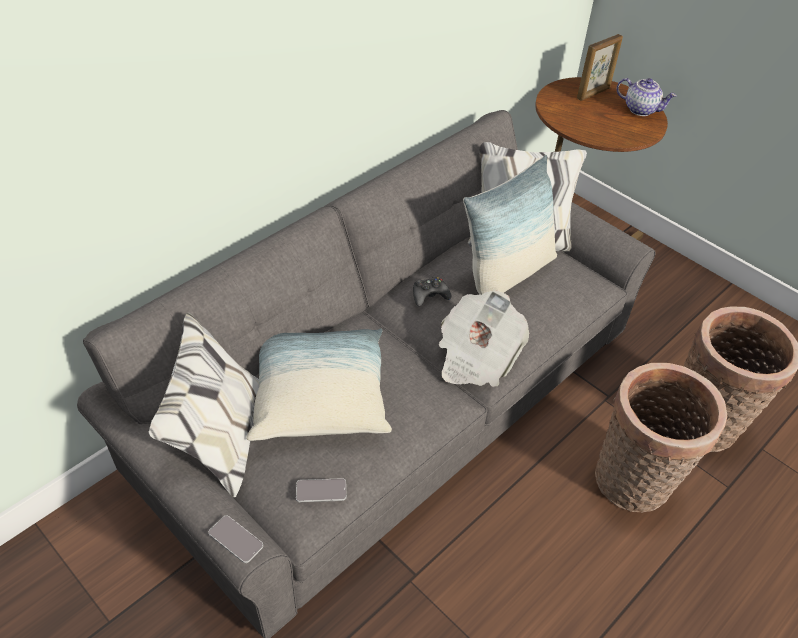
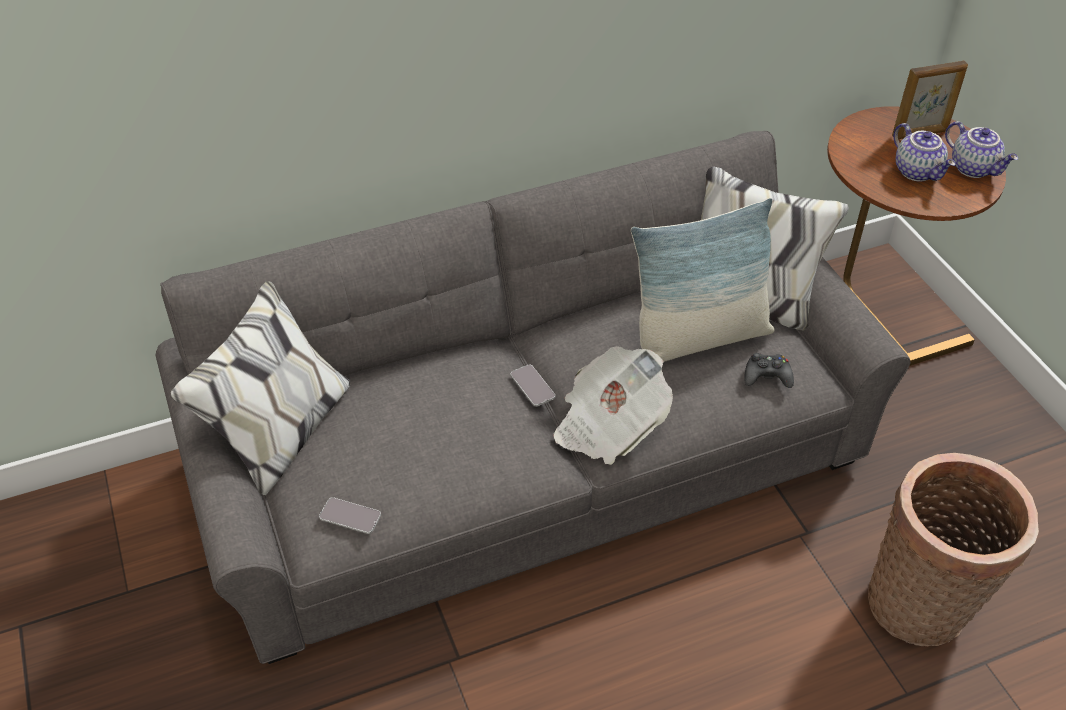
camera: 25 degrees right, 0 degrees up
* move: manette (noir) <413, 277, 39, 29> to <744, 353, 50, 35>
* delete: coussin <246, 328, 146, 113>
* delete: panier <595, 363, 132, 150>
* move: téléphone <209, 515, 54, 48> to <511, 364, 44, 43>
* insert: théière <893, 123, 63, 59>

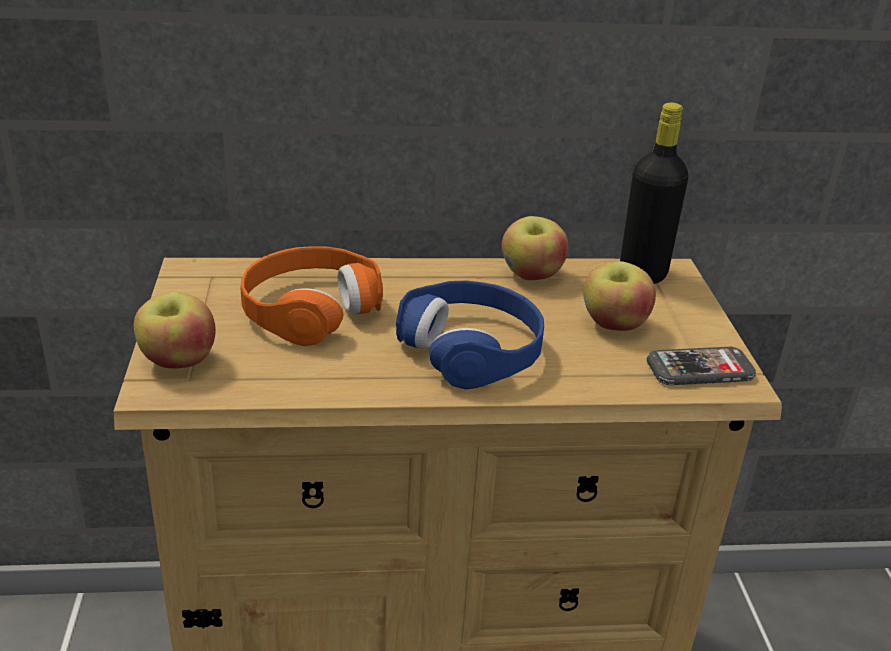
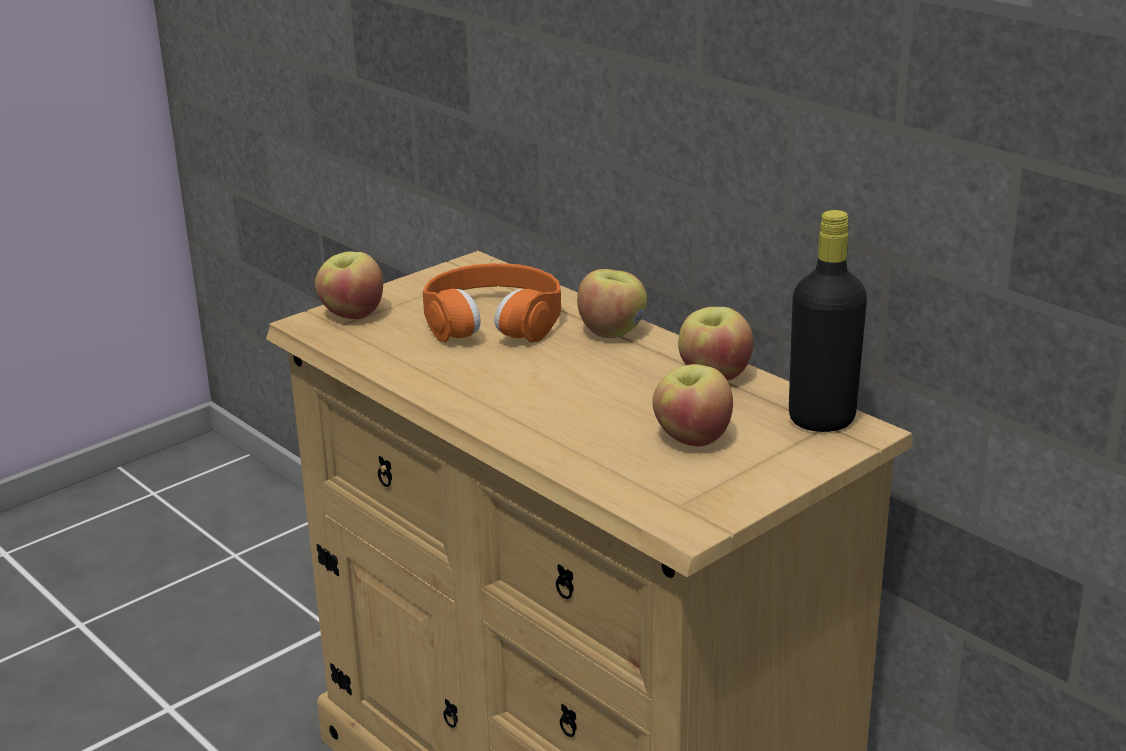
camera: 55 degrees right, 5 degrees down
* delete: casque audio (bleu) <396, 281, 148, 108>
* delete: téléphone <647, 347, 109, 38>
* insert: pomme <577, 269, 70, 69>

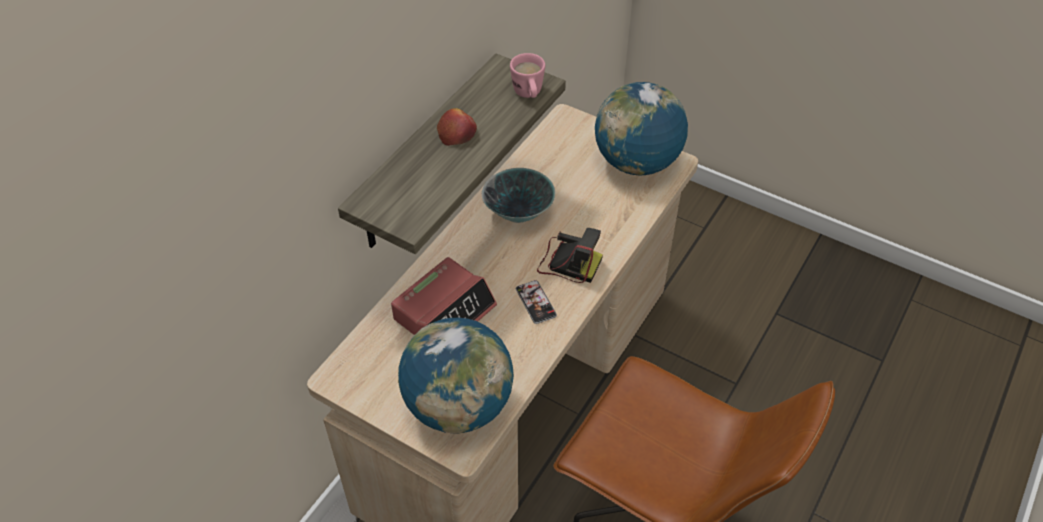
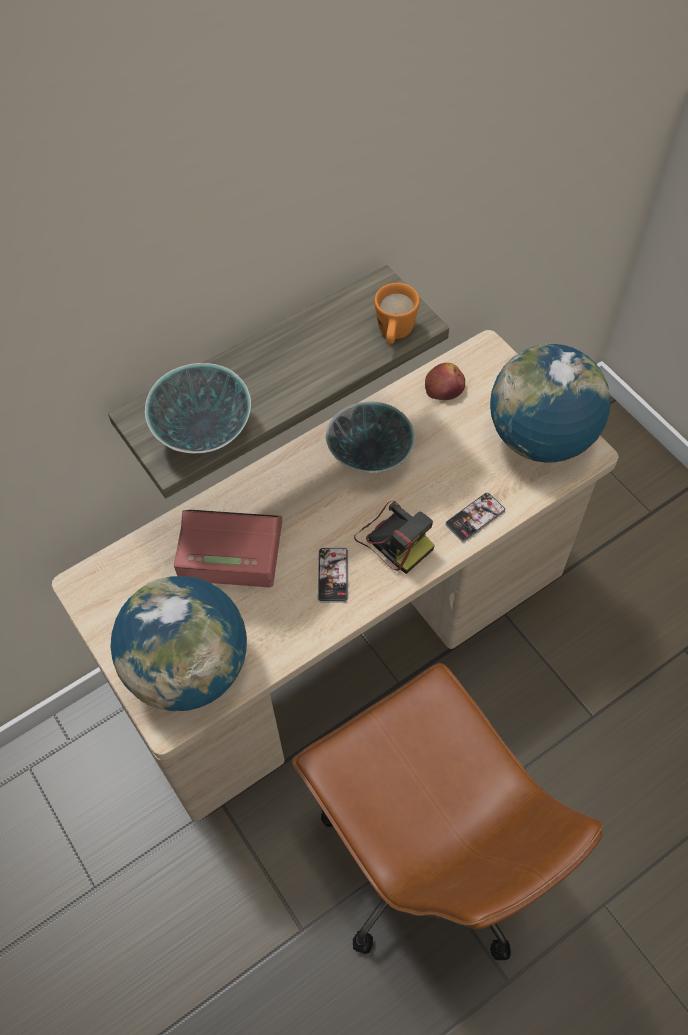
camera: 25 degrees right, 10 degrees up
* recolor: mug (rose) <510, 53, 35, 45> to mug (orange) <374, 283, 46, 61>
* move: pomme <437, 108, 40, 38> to <425, 363, 40, 37>
* rotate: réveil <391, 257, 106, 78> = <174, 510, 108, 77> 150 degrees counterclockwise
* insert: bol <145, 363, 106, 91>
* insert: téléphone <445, 493, 60, 49>

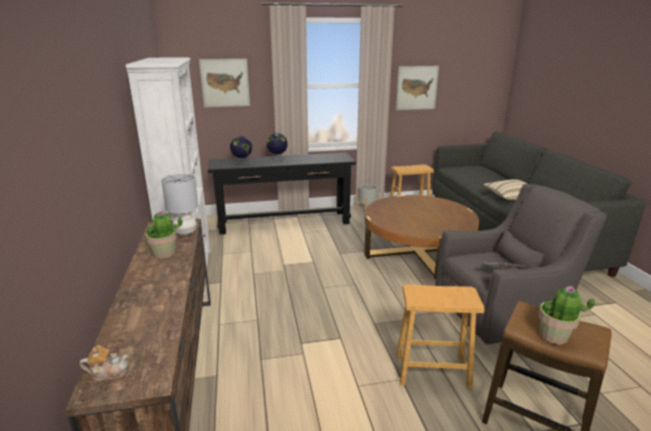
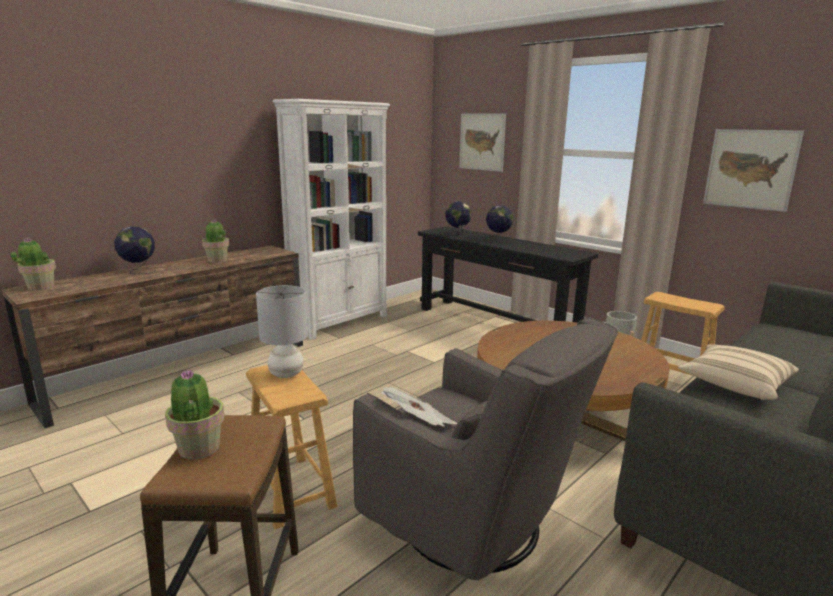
camera: 55 degrees right, 5 degrees down
* move: lampe de table (gris) <161, 174, 37, 61> to <256, 285, 52, 93>
* replace: théière <80, 345, 48, 36> to plante en pot <11, 237, 45, 53>
* insert: globe <114, 227, 42, 47>

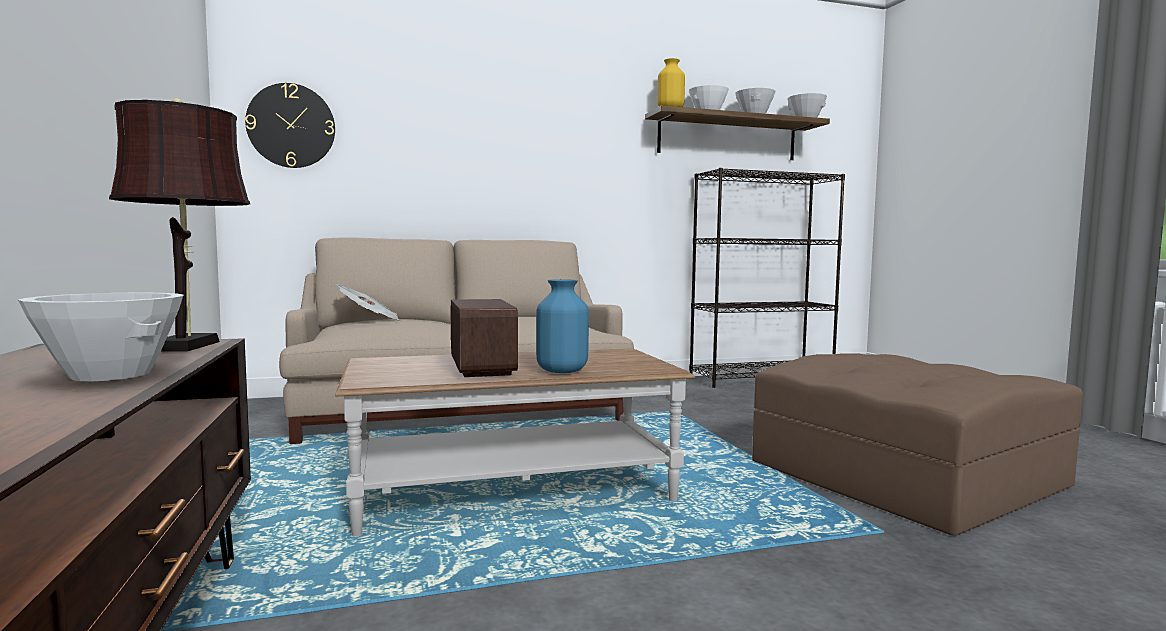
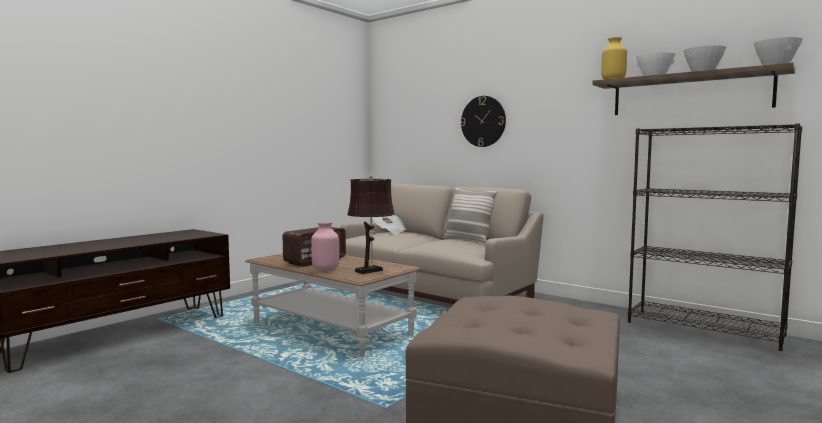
camera: 55 degrees right, 0 degrees up
* move: horloge murale <245, 83, 90, 85> to <460, 96, 46, 51>
* move: lampe de table (marron) <109, 98, 141, 253> to <347, 175, 48, 99>
* recolor: vase (bleu) <536, 279, 53, 94> to vase (rose) <311, 222, 28, 49>
* delete: bol (blanc) <18, 292, 166, 89>
* insert: coussin <444, 188, 53, 55>

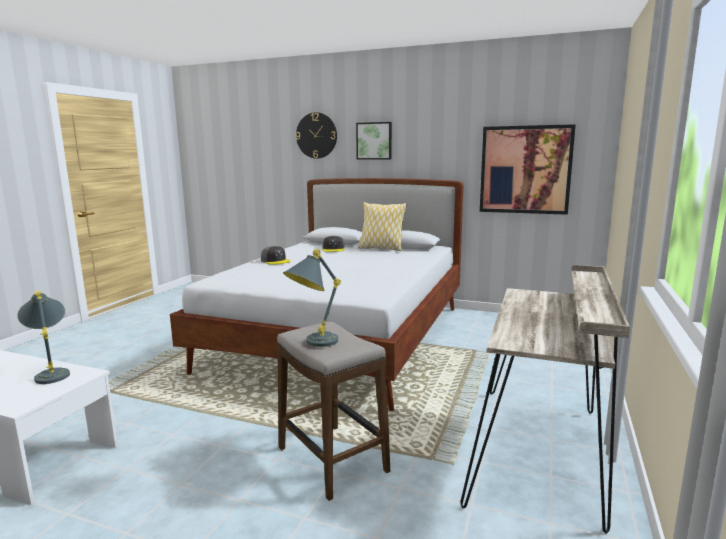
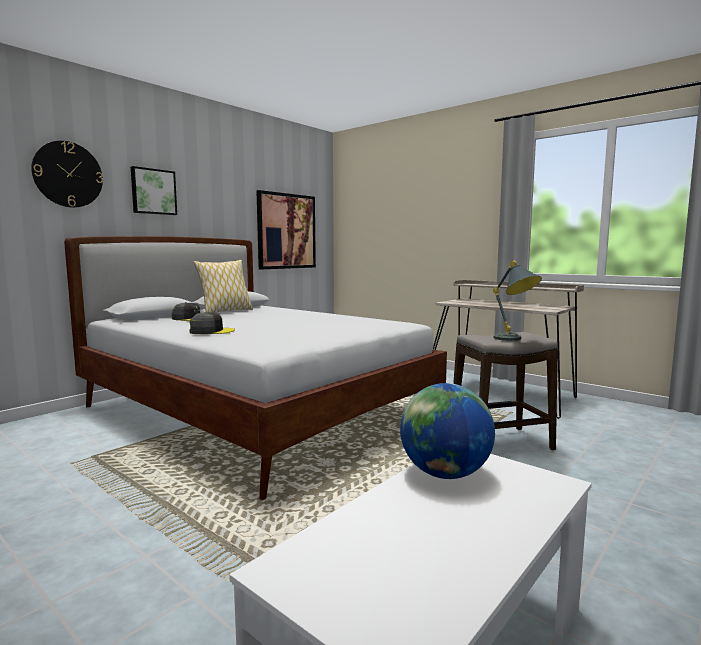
camera: 70 degrees left, 5 degrees down
* replace: lampe de table (gris) <17, 291, 53, 93> to globe <400, 383, 95, 96>

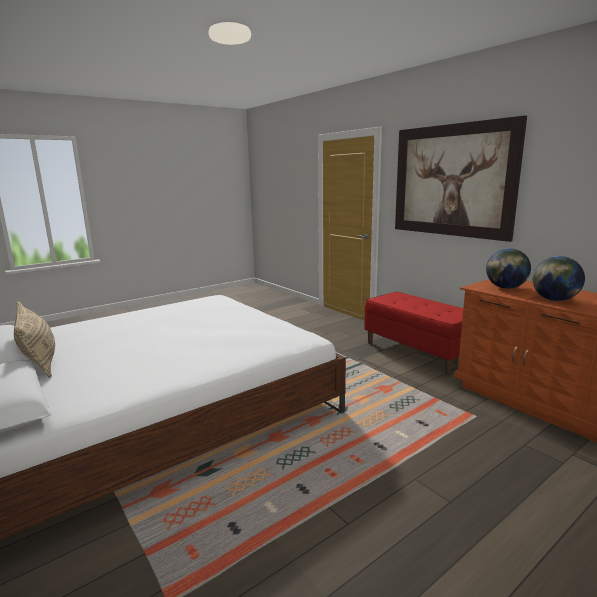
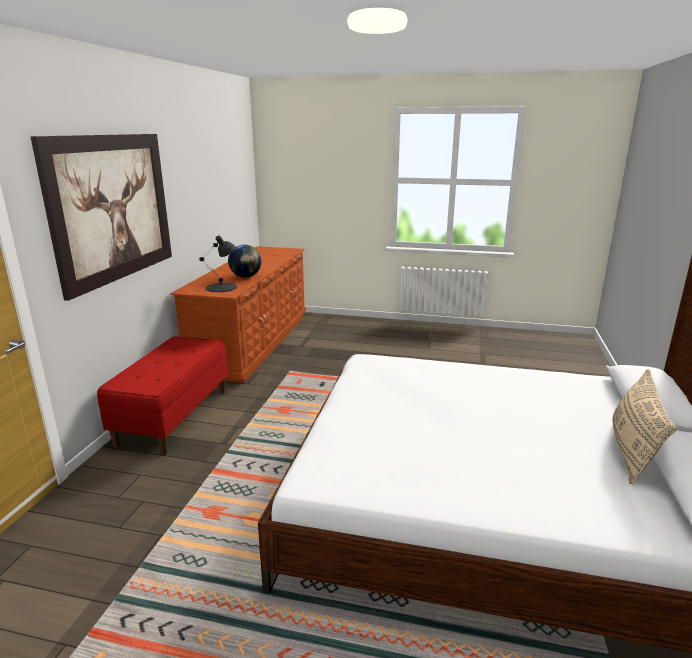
camera: 130 degrees left, 5 degrees up
* replace: globe <486, 248, 45, 41> to lampe de table (noir) <199, 236, 38, 56>

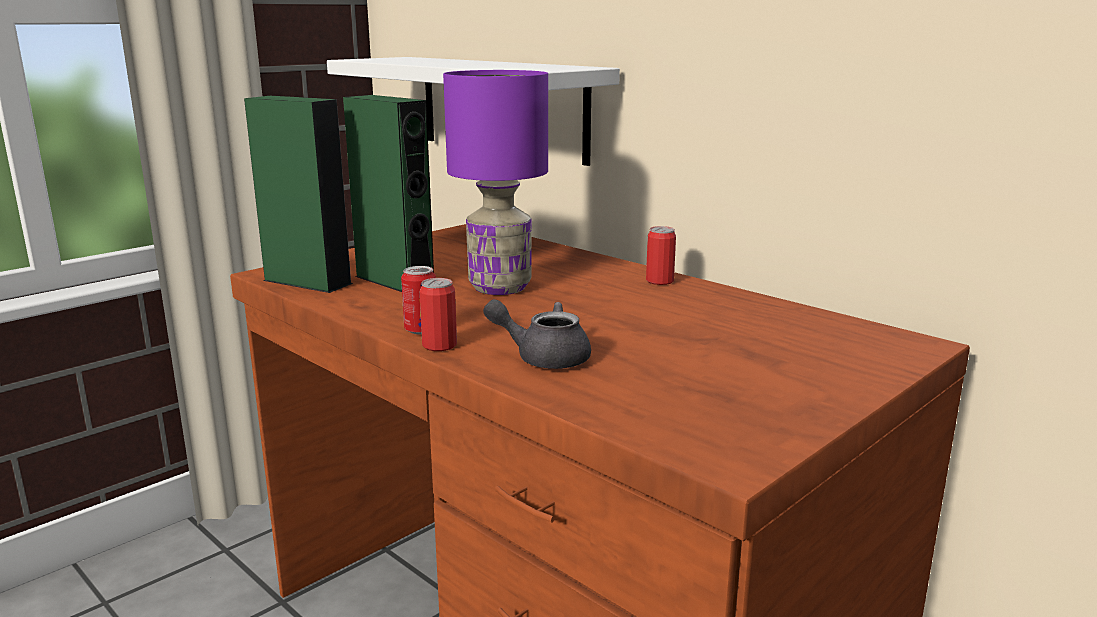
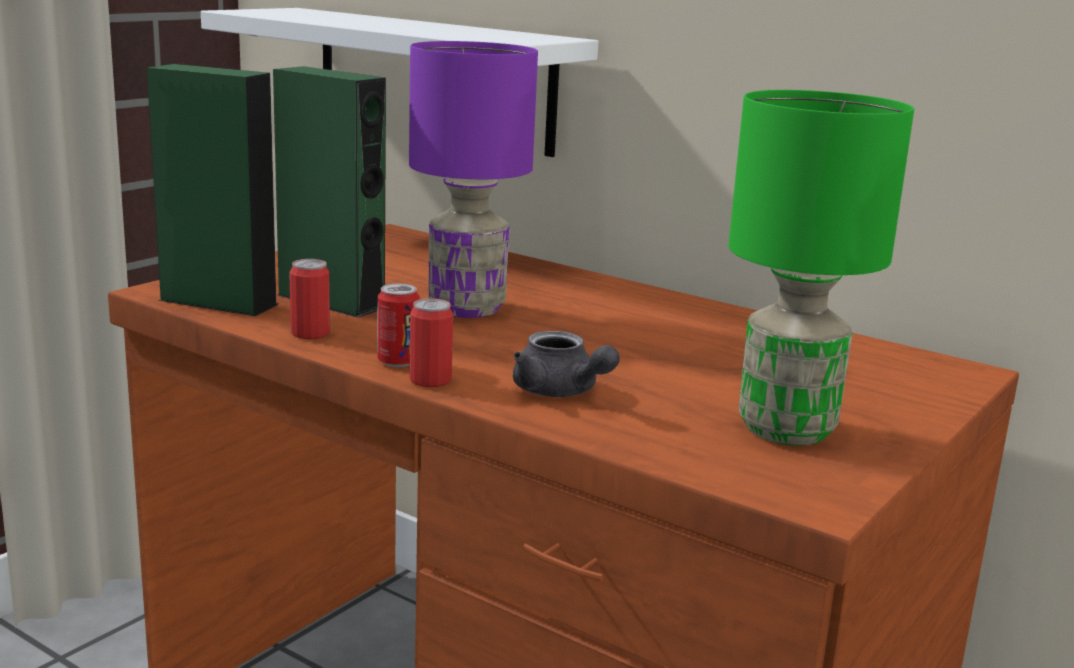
camera: 10 degrees left, 0 degrees up
* move: boîte métallique <646, 226, 30, 59> to <289, 259, 41, 80>
* rotate: théière (gris) <483, 299, 108, 70> = <513, 331, 107, 66> 135 degrees counterclockwise
* insert: lampe de table (vert) <728, 90, 186, 355>

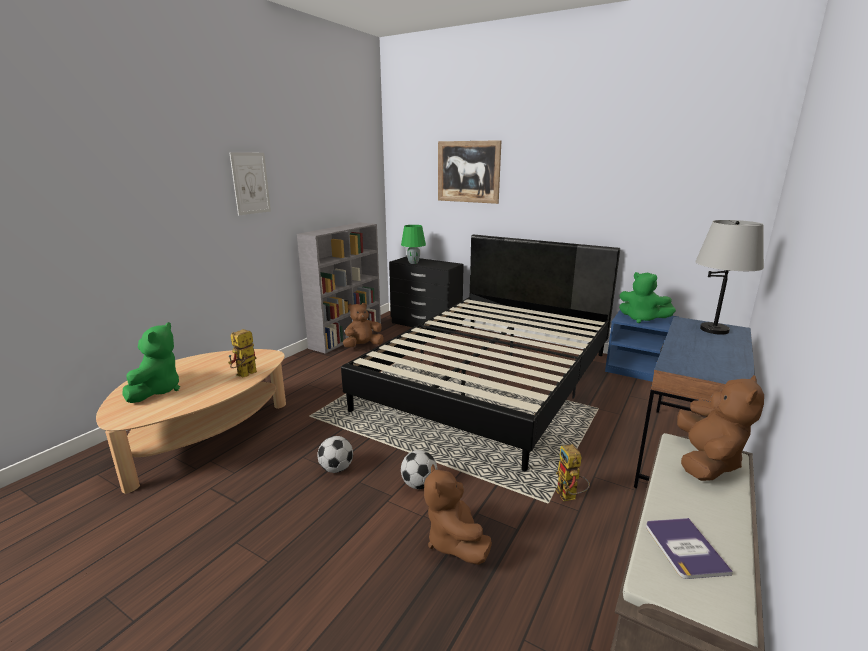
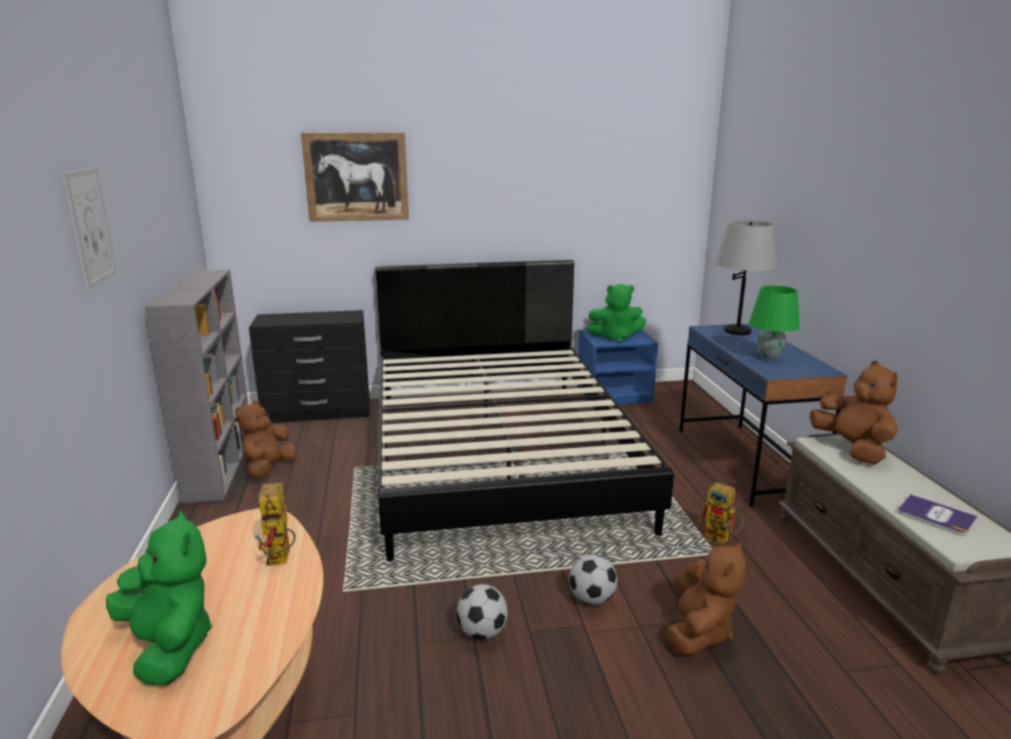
camera: 40 degrees left, 0 degrees up
* move: lampe de table (vert) <401, 225, 25, 39> to <749, 286, 51, 75>
* rotate: peluche (marron) <424, 464, 68, 101> = <666, 541, 80, 115> 105 degrees counterclockwise

